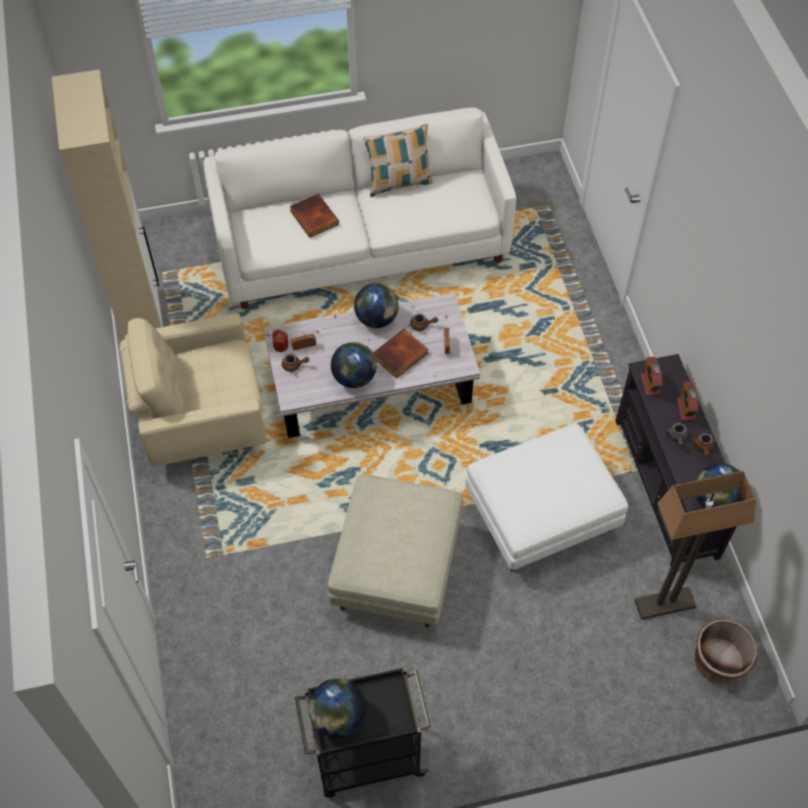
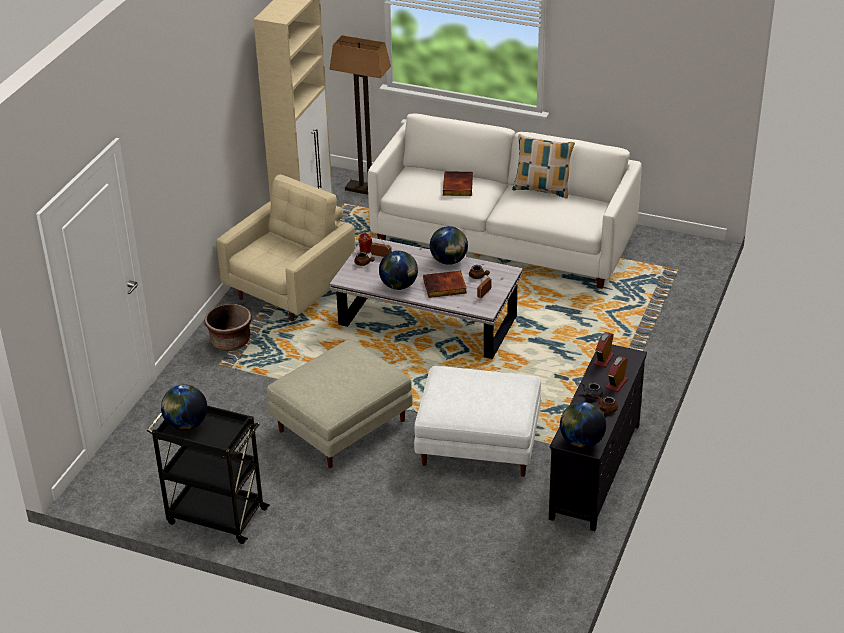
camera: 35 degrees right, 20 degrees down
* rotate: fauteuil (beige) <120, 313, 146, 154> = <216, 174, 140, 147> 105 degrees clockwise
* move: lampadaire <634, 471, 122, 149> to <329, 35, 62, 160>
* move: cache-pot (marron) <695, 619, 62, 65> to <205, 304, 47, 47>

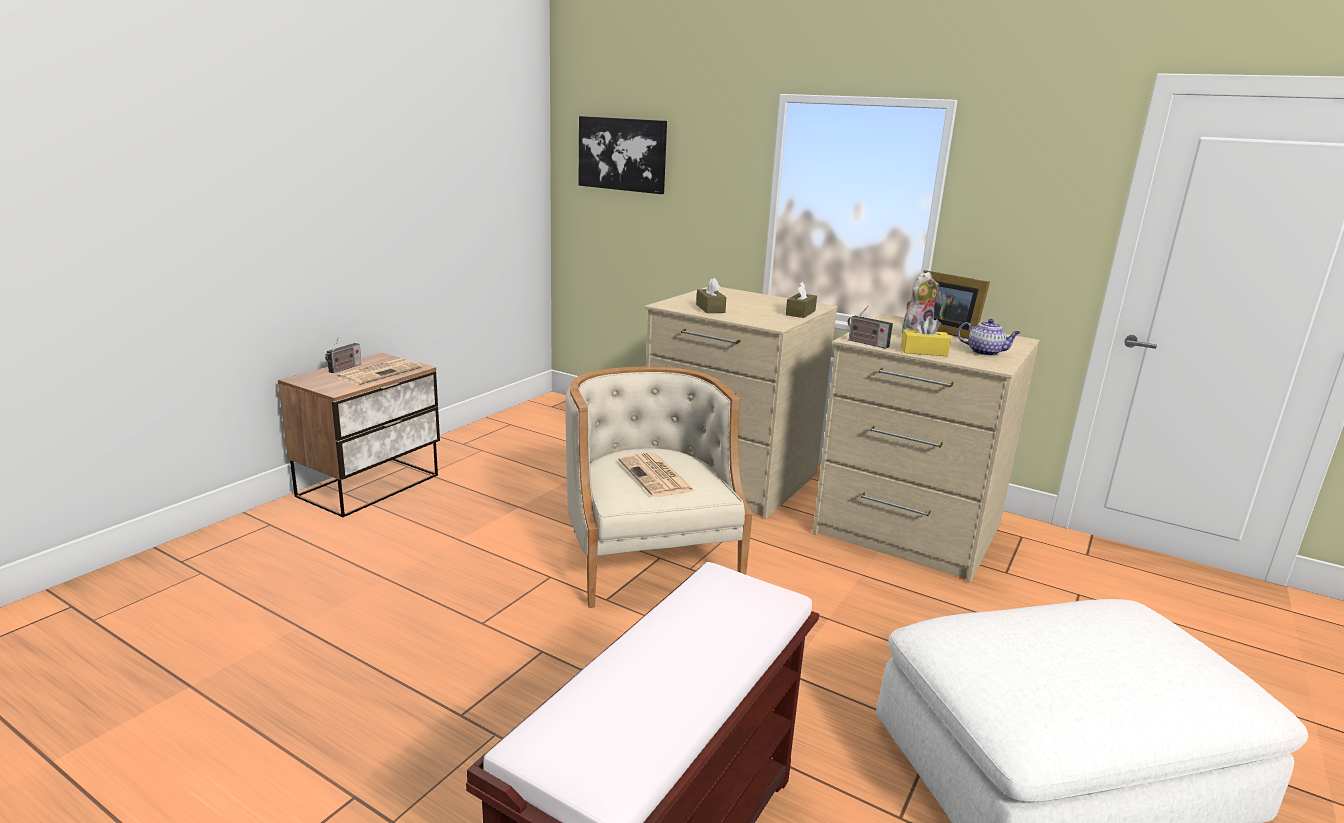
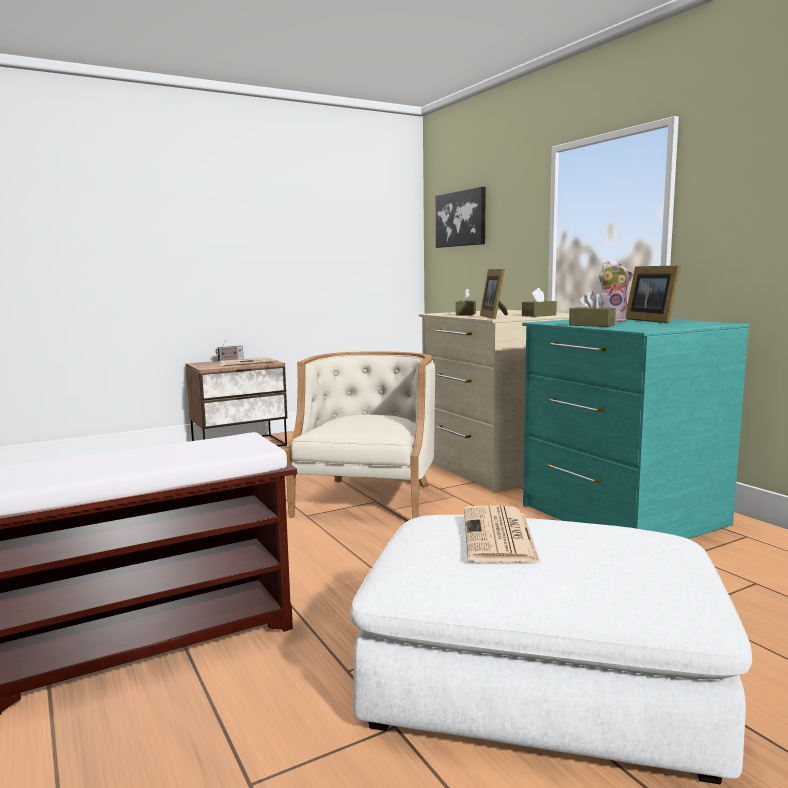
camera: 30 degrees right, 10 degrees down
* delete: radio <848, 305, 45, 44>
* recolor: commode (beige) <813, 314, 226, 269> to commode (turquoise) <522, 319, 227, 220>
* recolor: boîte à mouchoirs (jaune) <901, 316, 50, 40> to boîte à mouchoirs (marron) <569, 291, 47, 36>
* delete: théière <957, 319, 64, 37>
* move: journal <619, 453, 76, 44> to <464, 505, 76, 58>
* insert: cadre photo <480, 269, 28, 50>

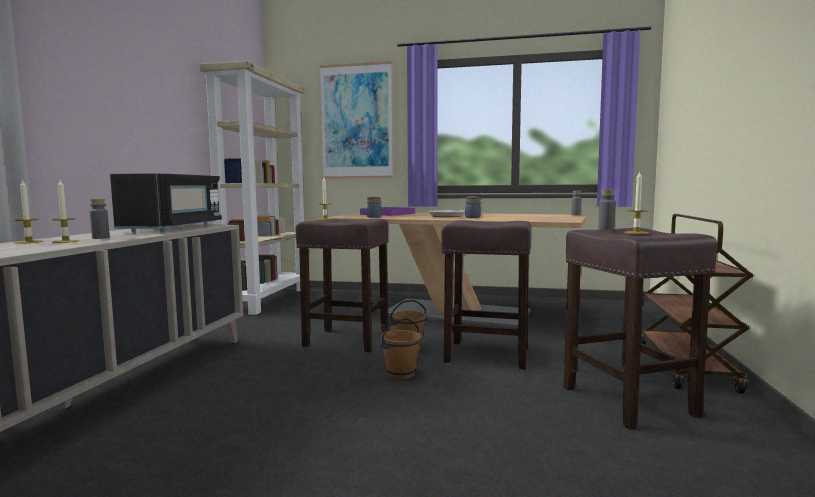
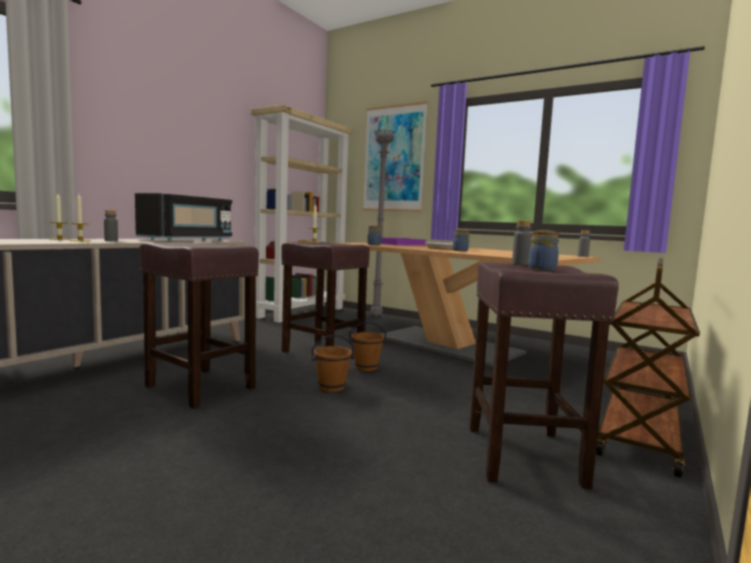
camera: 20 degrees right, 0 degrees up
* replace: bougie <624, 171, 25, 63> to bocal <528, 230, 31, 40>
* move: tabouret (marron) <442, 220, 90, 149> to <139, 242, 120, 166>
* insert: lampadaire (gris) <370, 129, 26, 187>

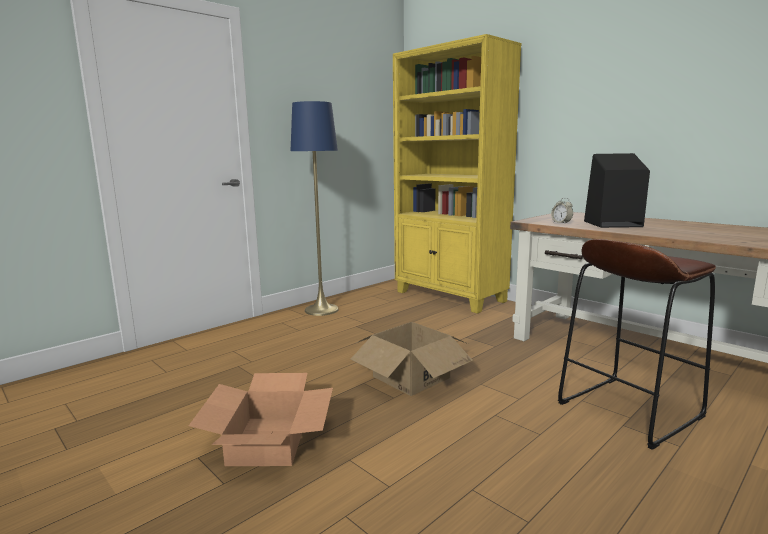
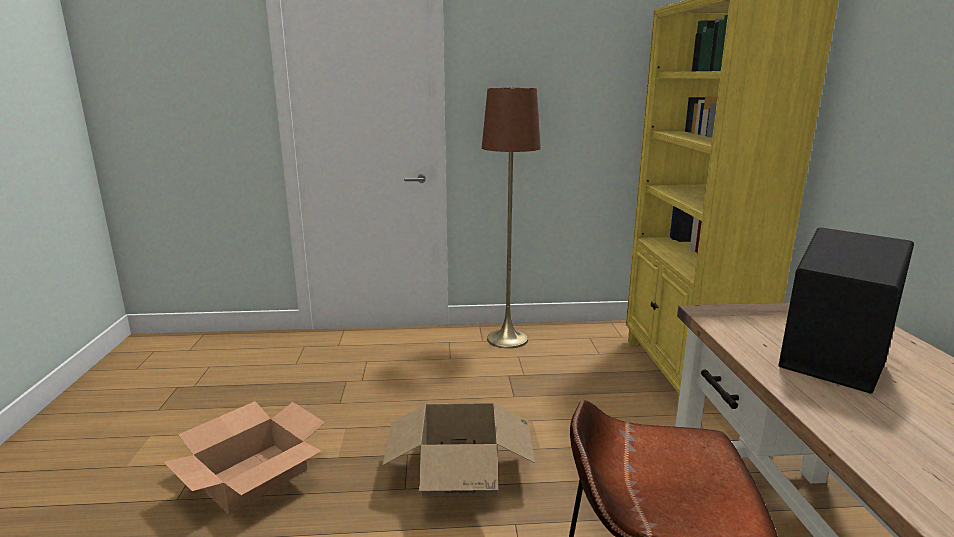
camera: 40 degrees right, 5 degrees up
* recolor: lampadaire (bleu) <291, 101, 48, 215> to lampadaire (marron) <482, 86, 59, 263>
* delete: réveil <551, 198, 22, 26>

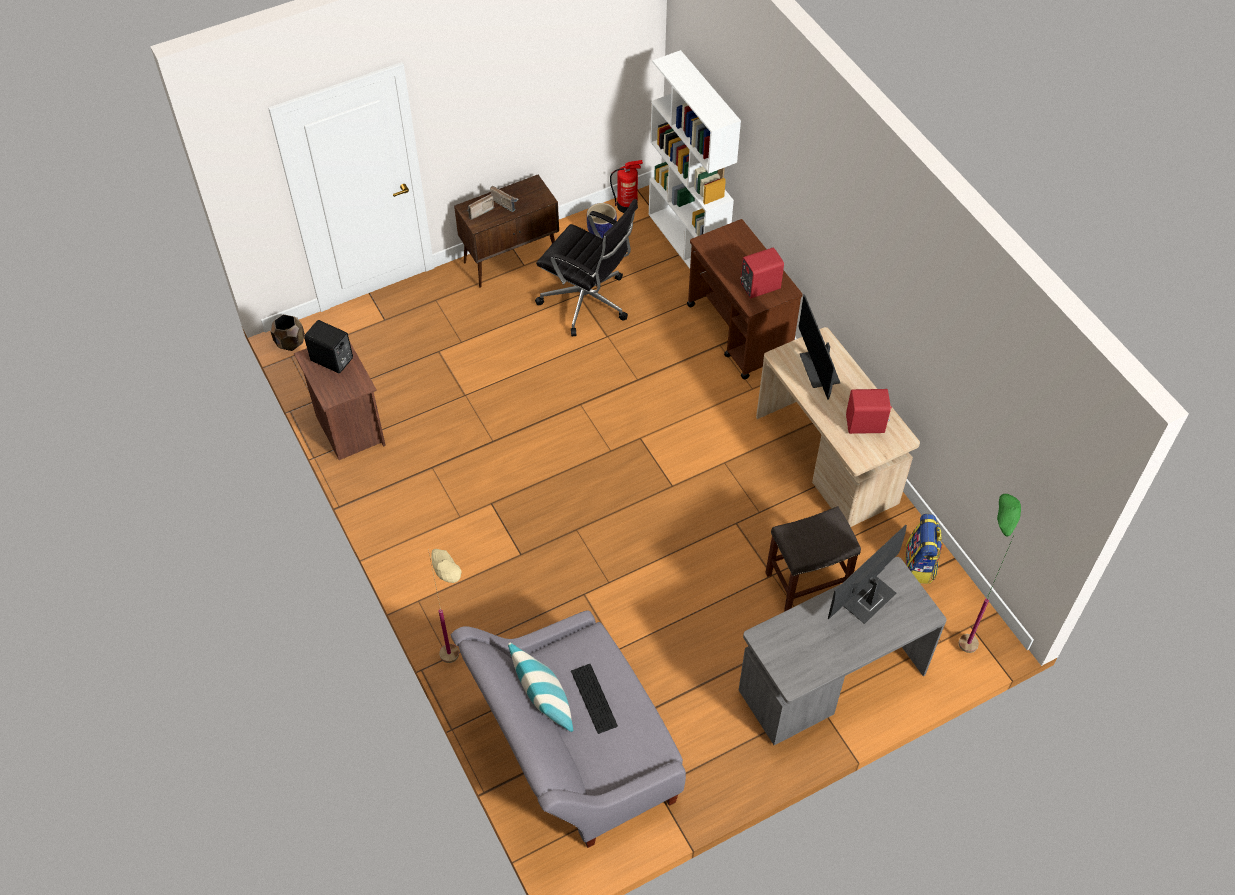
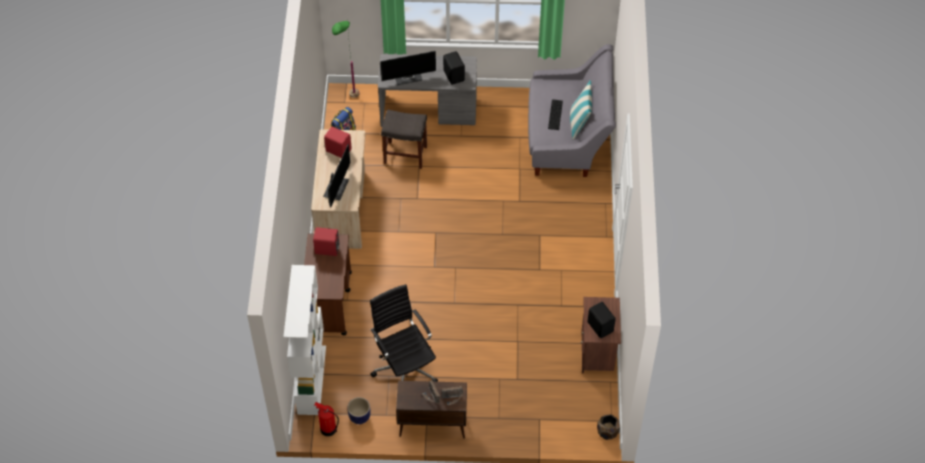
camera: 150 degrees left, 0 degrees up
* delete: lampadaire (beige) <428, 549, 34, 114>
* insert: enceinte (noir) <443, 51, 22, 34>

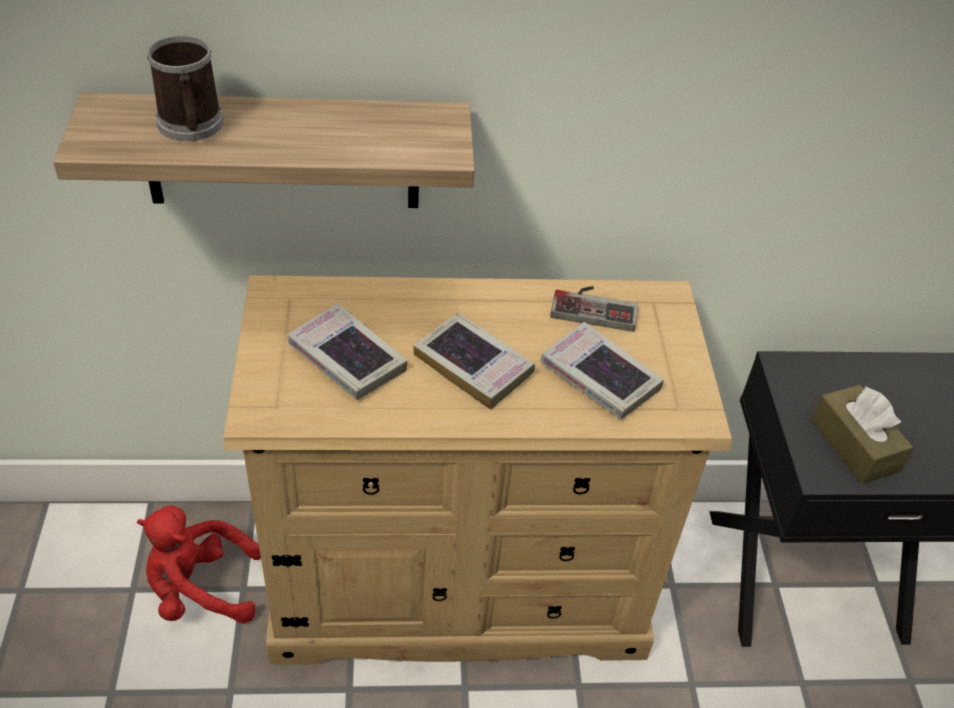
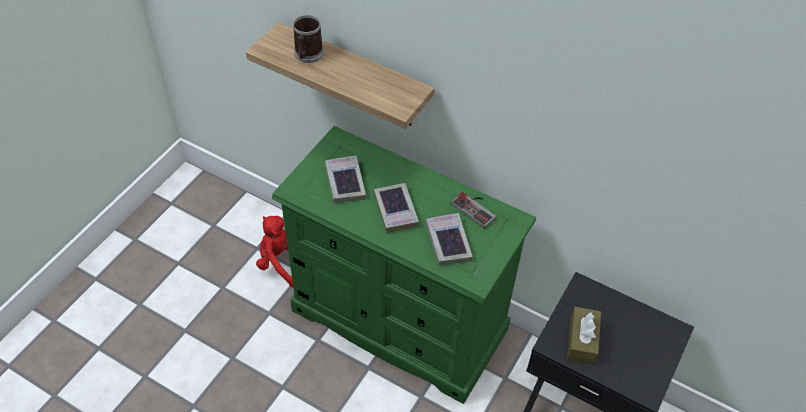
camera: 35 degrees right, 5 degrees up
* recolor: commode (beige) <224, 275, 508, 390> to commode (vert) <272, 126, 264, 278>

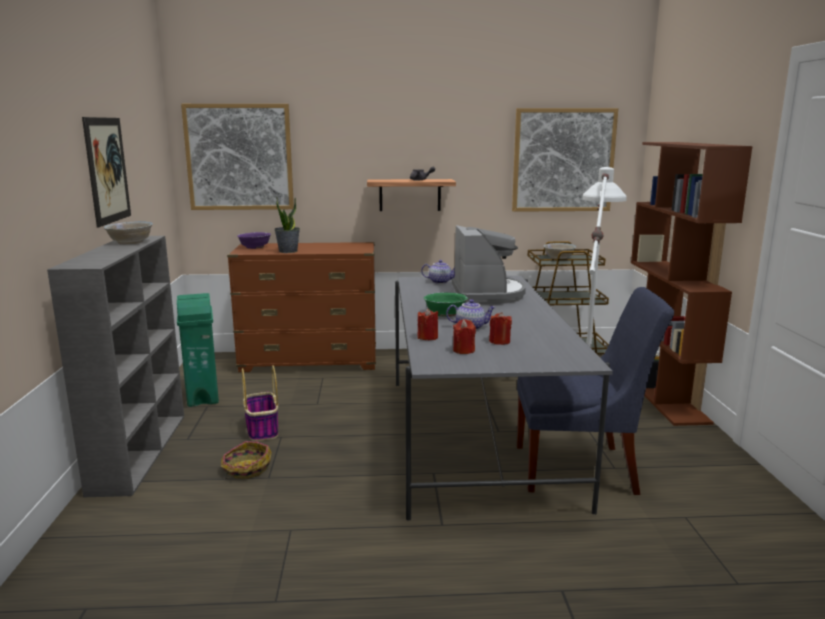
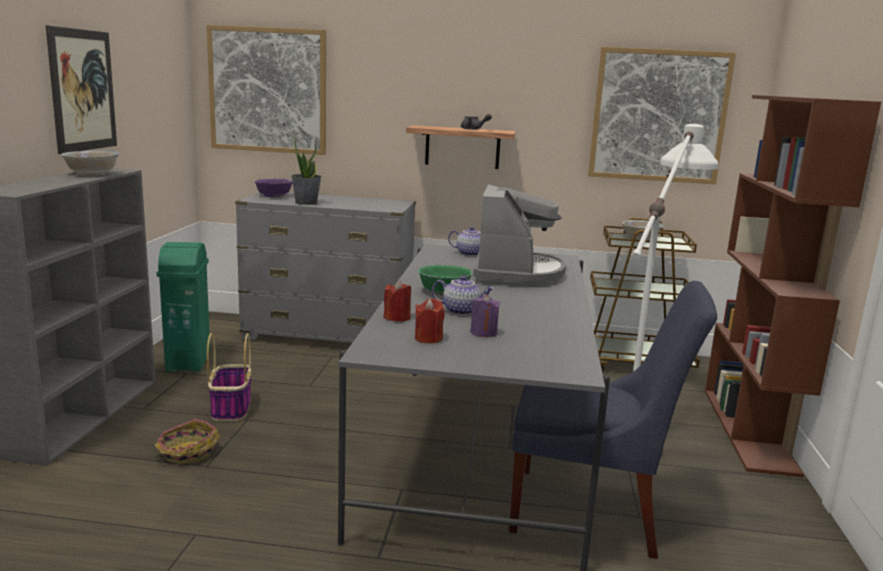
camera: 10 degrees right, 0 degrees up
* recolor: commode (marron) <227, 242, 149, 130> to commode (gris) <235, 192, 181, 151>
* recolor: bougie (rouge) <489, 312, 23, 33> to bougie (violet) <470, 295, 30, 42>

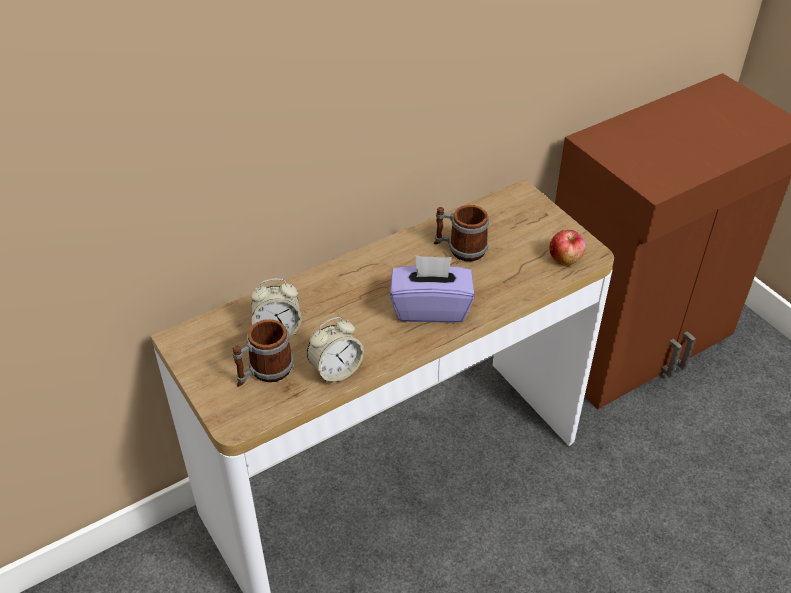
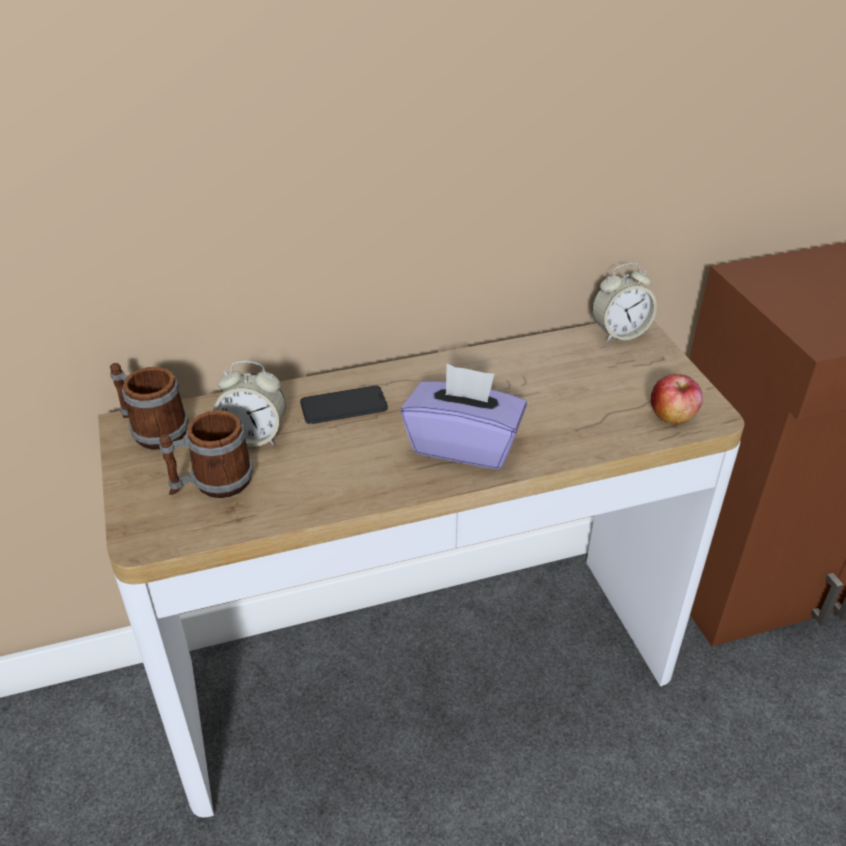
camera: 15 degrees right, 5 degrees down
* move: mug <434, 205, 55, 56> to <110, 363, 79, 87>
* move: réveil <307, 317, 57, 67> to <592, 263, 65, 79>
* insert: téléphone <300, 386, 88, 38>

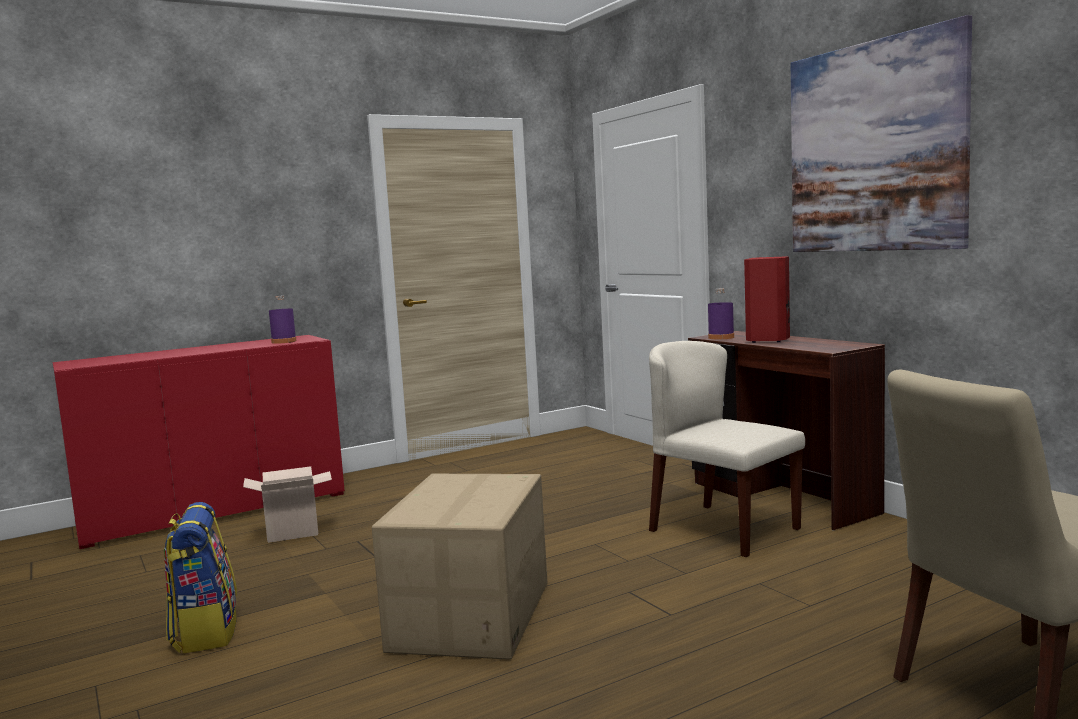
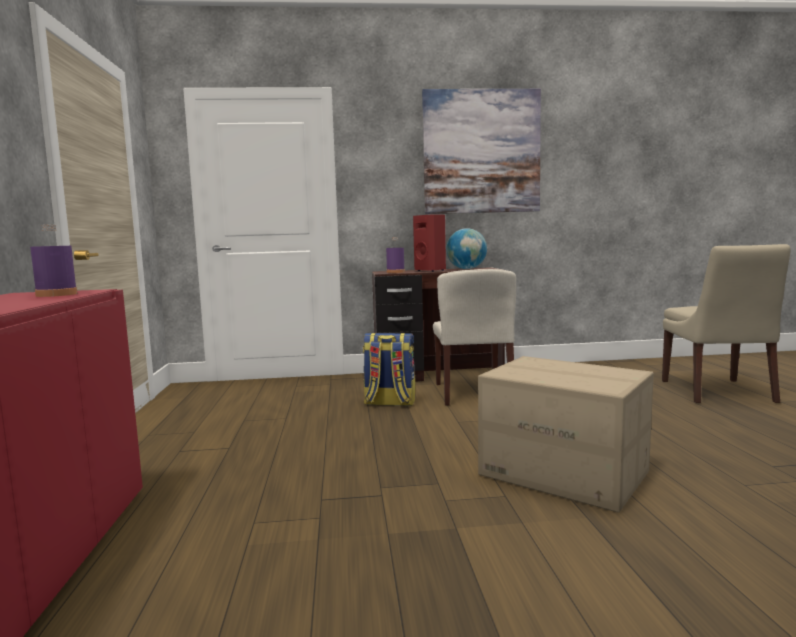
camera: 65 degrees left, 0 degrees up
* rotate: chaise (beige) <649, 341, 156, 216> = <433, 269, 83, 137> 75 degrees counterclockwise
* delete: carton <243, 466, 89, 77>
* move: sac à dos <164, 502, 73, 152> to <363, 333, 52, 73>
* insert: globe <446, 228, 41, 41>

